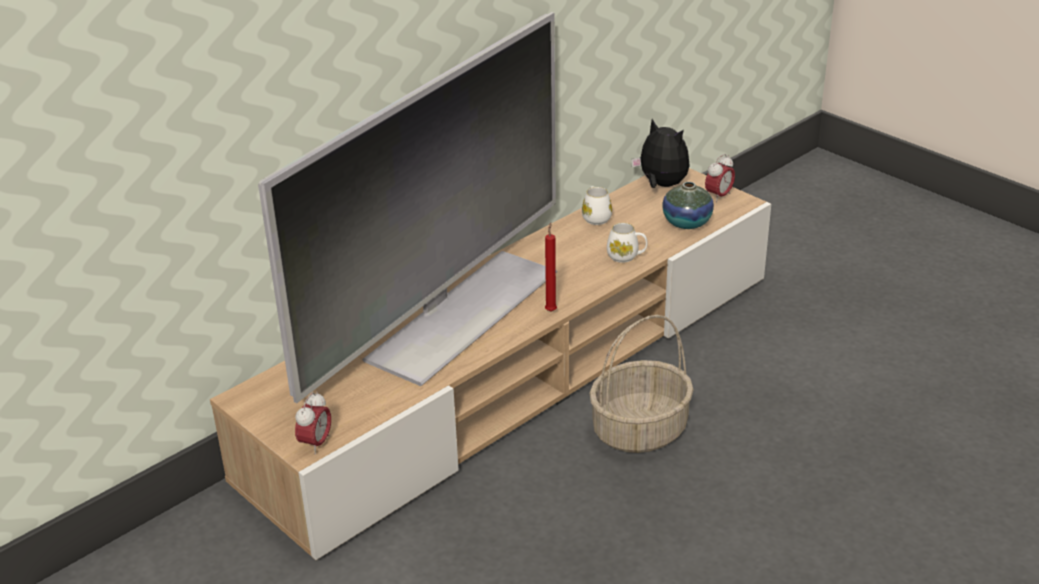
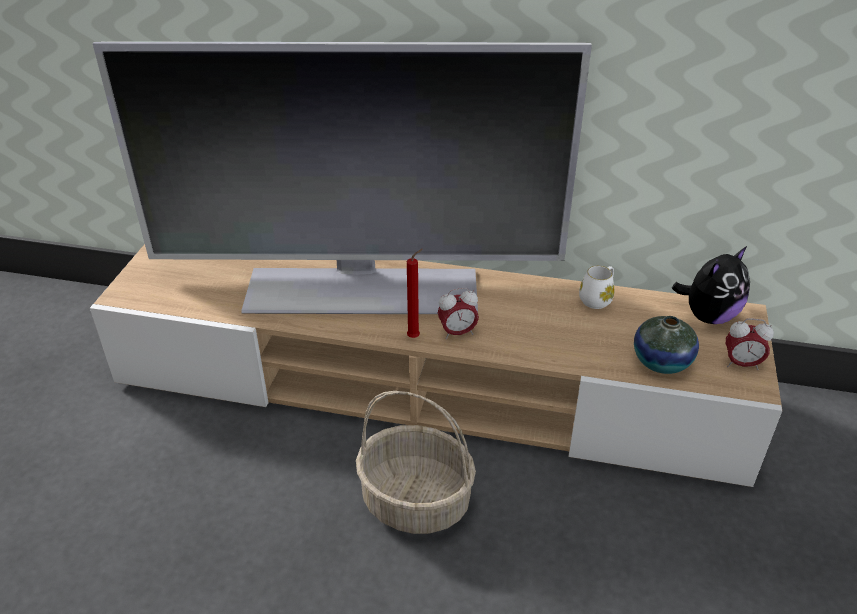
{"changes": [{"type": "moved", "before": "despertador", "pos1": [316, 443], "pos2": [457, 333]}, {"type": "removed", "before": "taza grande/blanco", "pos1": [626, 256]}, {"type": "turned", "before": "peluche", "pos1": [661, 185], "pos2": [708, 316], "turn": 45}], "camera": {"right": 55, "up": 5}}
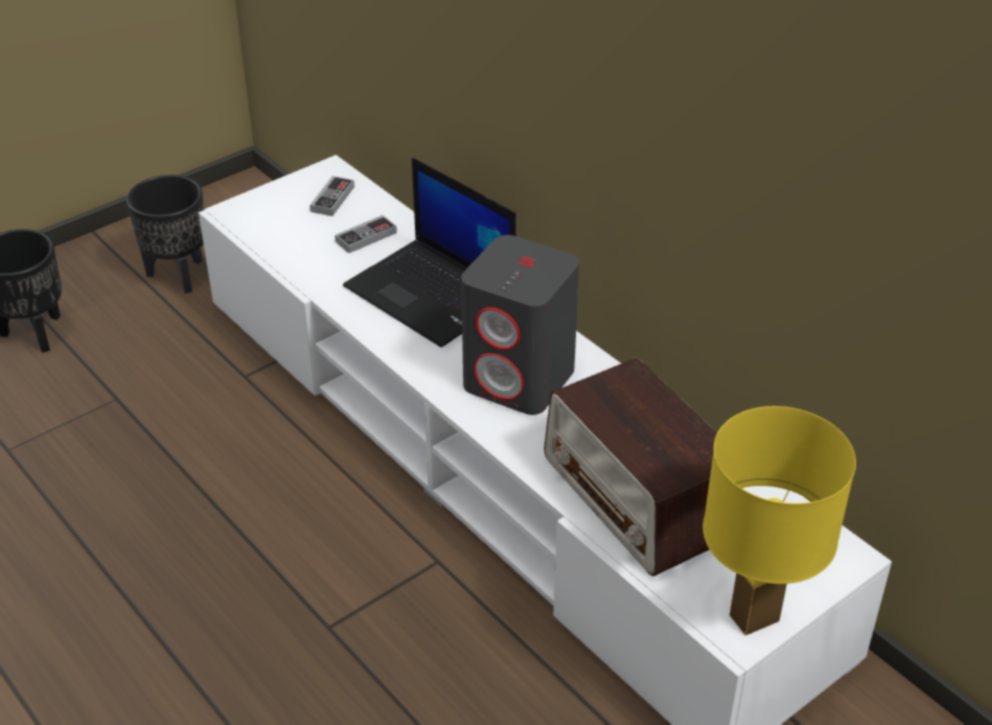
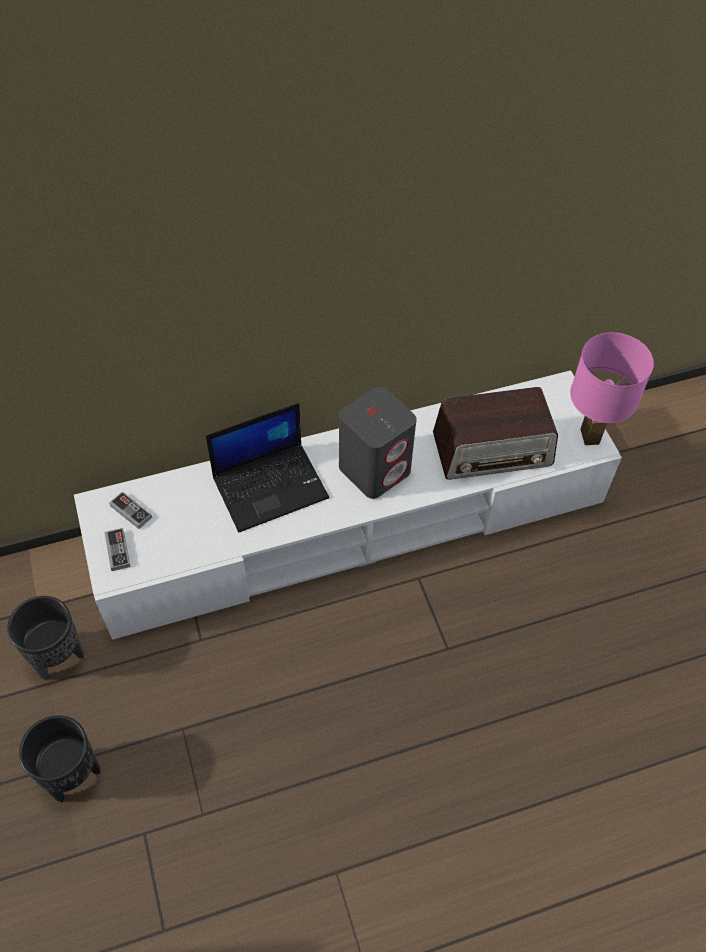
{"changes": [{"type": "moved", "before": "mando de consola", "pos1": [366, 237], "pos2": [117, 550]}, {"type": "recoloured", "before": "lámpara de mesa/amarillo", "after": "lámpara de mesa/rosa", "pos1": [753, 619], "pos2": [590, 437]}], "camera": {"right": -70, "up": 15}}
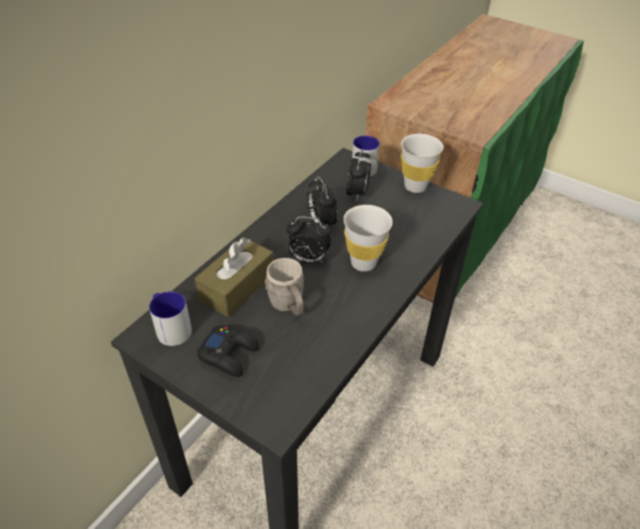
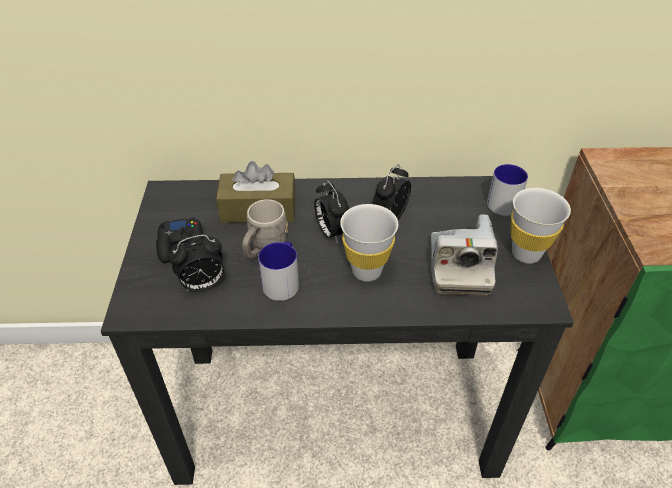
{"changes": [{"type": "moved", "before": "taza grande", "pos1": [170, 328], "pos2": [283, 281]}, {"type": "moved", "before": "despertador", "pos1": [357, 194], "pos2": [203, 285]}, {"type": "added", "after": "cámara", "pos2": [459, 268]}], "camera": {"right": 55, "up": 0}}
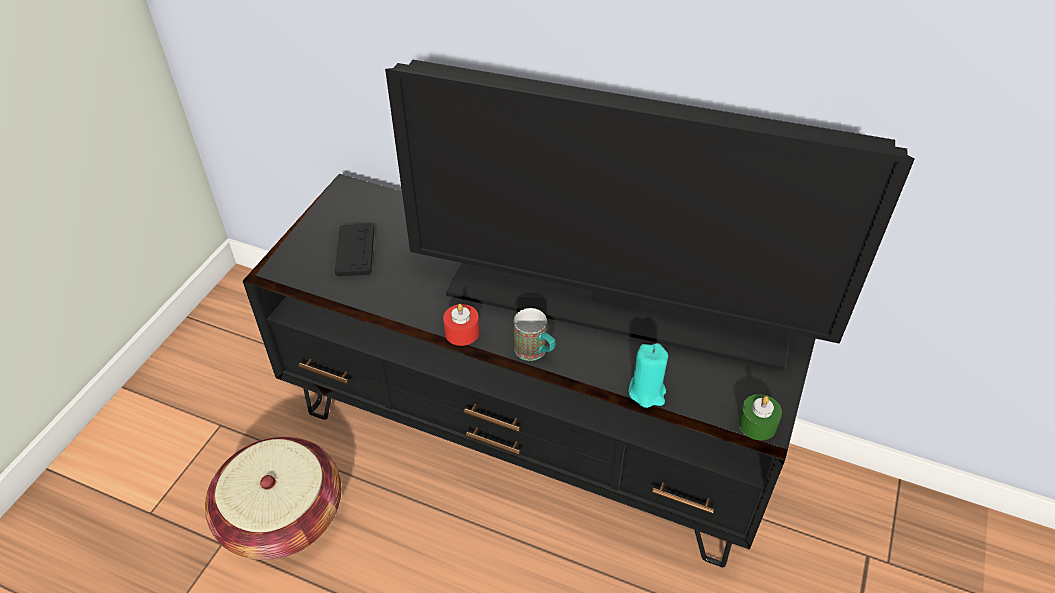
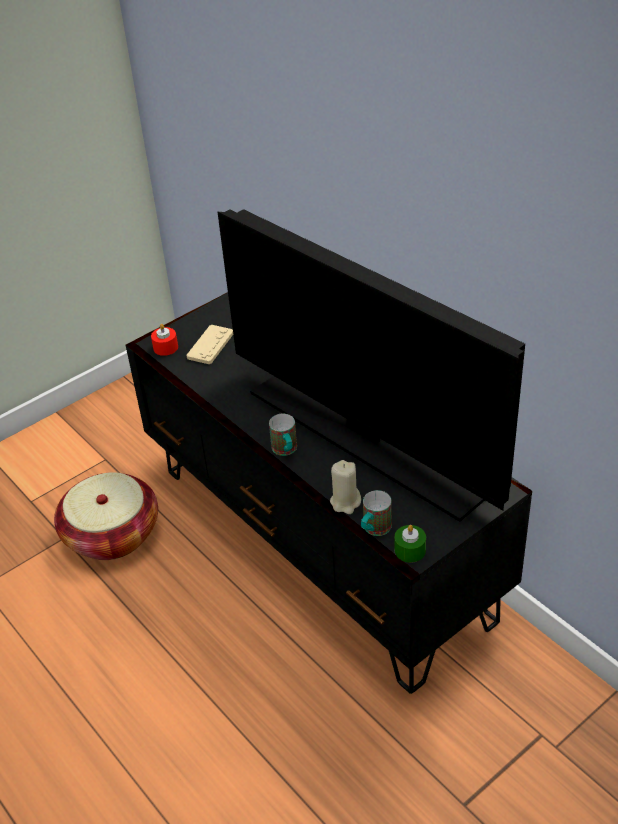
{"changes": [{"type": "recoloured", "before": "mando de consola/negro", "after": "mando de consola/beis", "pos1": [355, 251], "pos2": [210, 345]}, {"type": "moved", "before": "vela/rojo", "pos1": [462, 332], "pos2": [165, 347]}, {"type": "recoloured", "before": "vela/turquesa", "after": "vela/beis", "pos1": [647, 392], "pos2": [345, 502]}, {"type": "added", "after": "taza grande", "pos2": [374, 530]}], "camera": {"right": 30, "up": -5}}
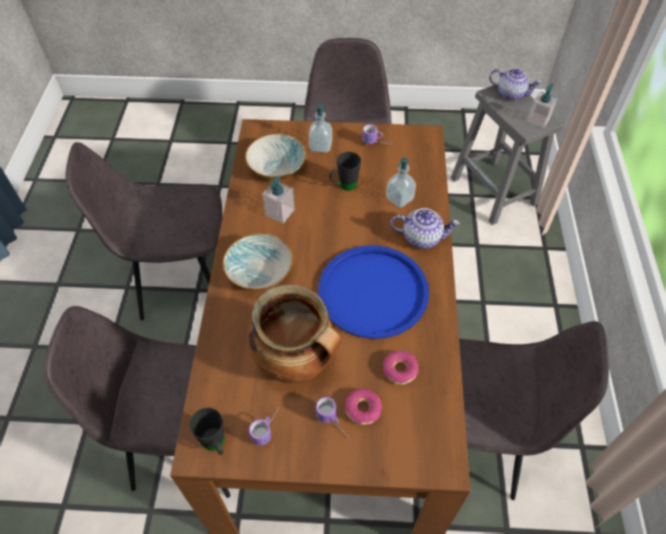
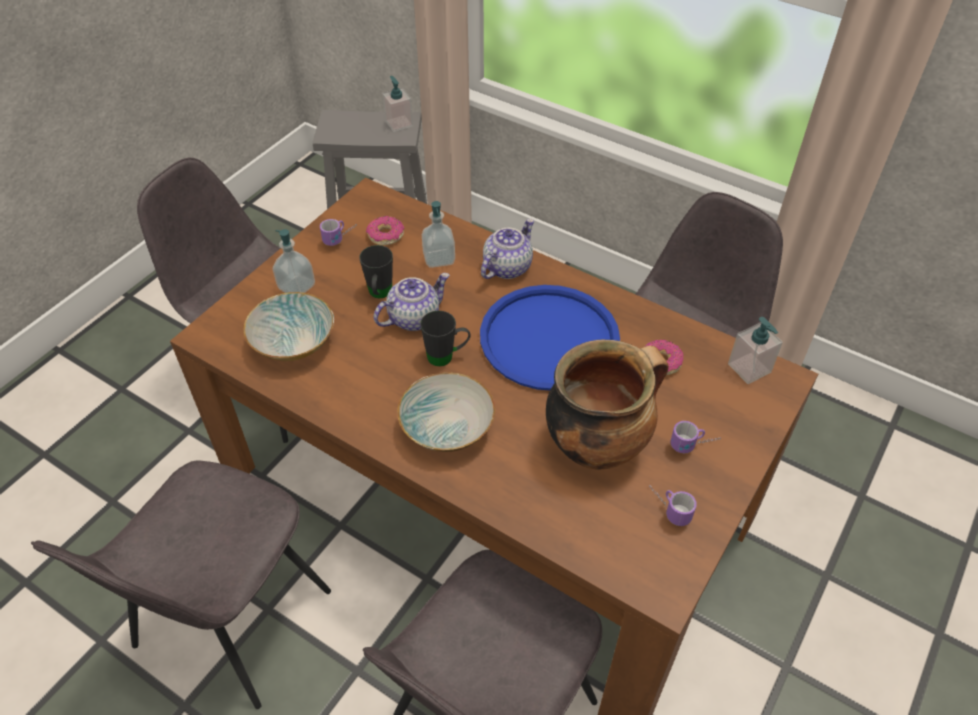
{"changes": [{"type": "moved", "before": "taza grande/negro", "pos1": [216, 445], "pos2": [447, 357]}, {"type": "moved", "before": "dispensador de jabón", "pos1": [279, 213], "pos2": [749, 368]}, {"type": "moved", "before": "rosquilla", "pos1": [363, 409], "pos2": [385, 235]}, {"type": "moved", "before": "tetera", "pos1": [511, 94], "pos2": [414, 317]}], "camera": {"right": -60, "up": -5}}
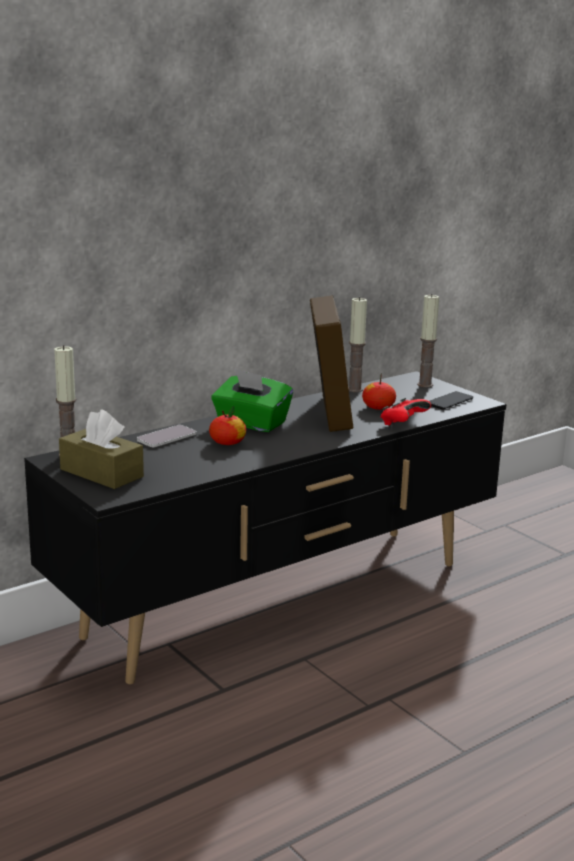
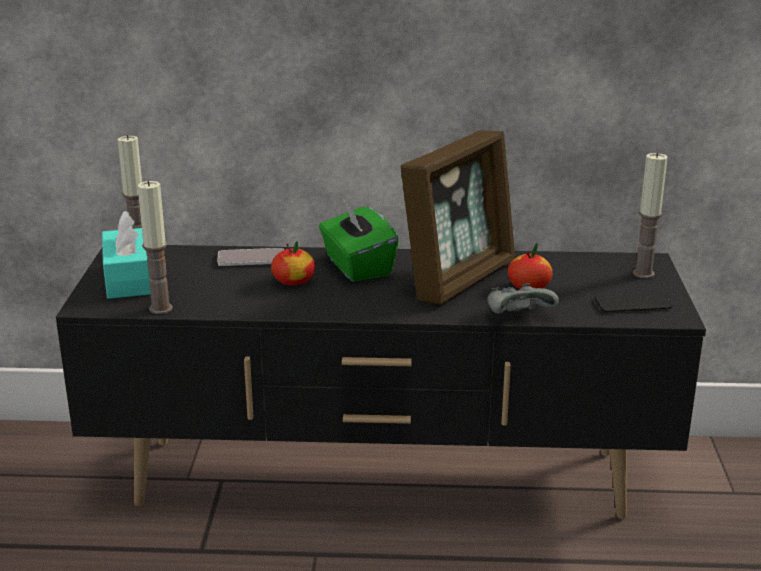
{"changes": [{"type": "recoloured", "before": "caja de pañuelos/marrón", "after": "caja de pañuelos/turquesa", "pos1": [101, 473], "pos2": [129, 279]}, {"type": "moved", "before": "vela", "pos1": [355, 389], "pos2": [161, 308]}, {"type": "recoloured", "before": "mando de consola/rojo", "after": "mando de consola/gris", "pos1": [403, 424], "pos2": [518, 316]}], "camera": {"right": 40, "up": 5}}
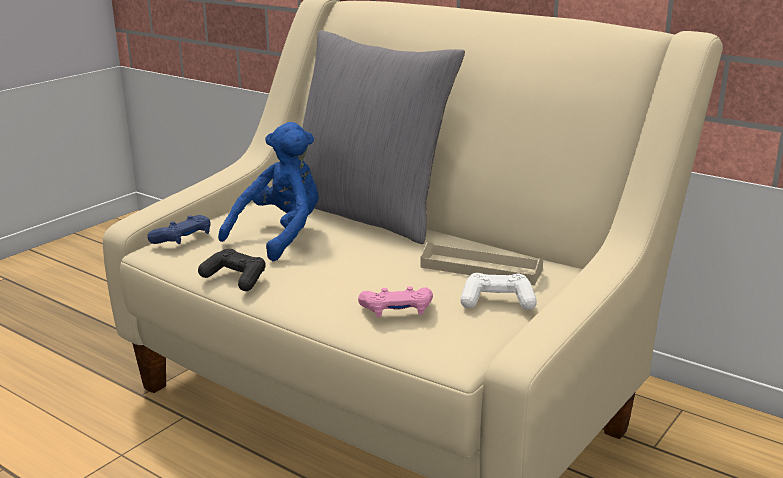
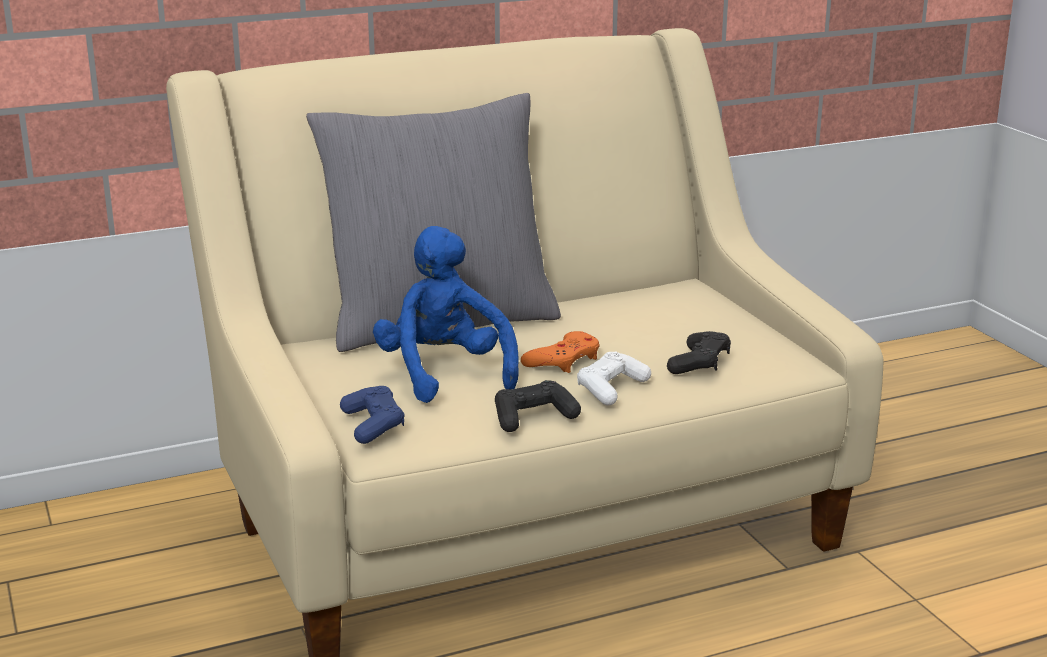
{"changes": [{"type": "recoloured", "before": "mando de consola/rosa", "after": "mando de consola/negro", "pos1": [397, 311], "pos2": [699, 364]}, {"type": "removed", "before": "bandeja/beis", "pos1": [481, 268]}, {"type": "moved", "before": "mando de consola/blanco", "pos1": [497, 302], "pos2": [611, 388]}, {"type": "added", "after": "mando de consola/naranja", "pos2": [564, 360]}], "camera": {"right": -60, "up": 0}}
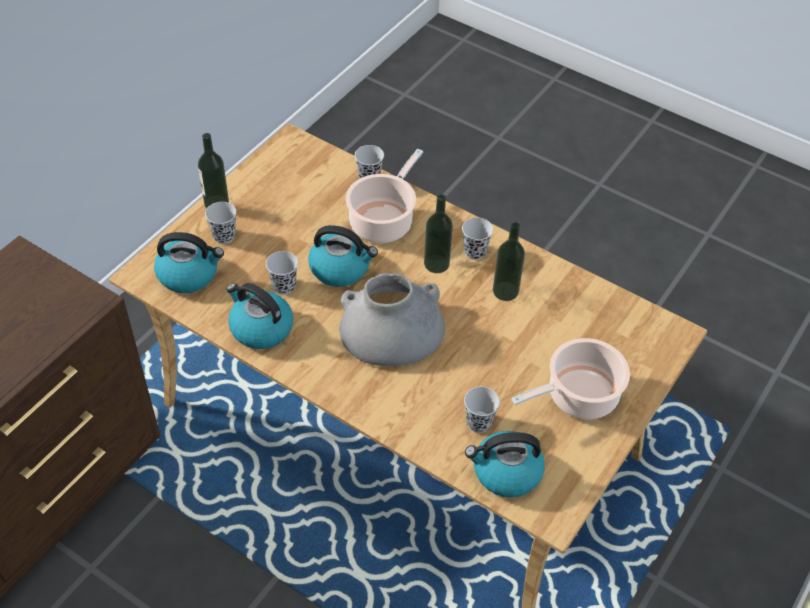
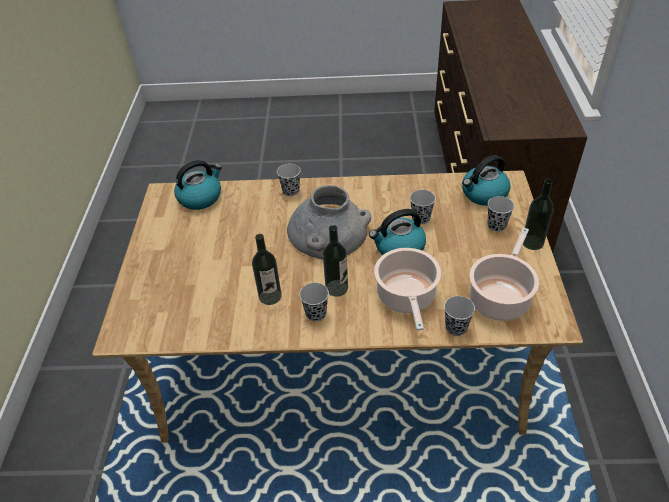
{"changes": [{"type": "removed", "before": "hervidor", "pos1": [260, 328]}, {"type": "moved", "before": "taza/negro", "pos1": [478, 423], "pos2": [291, 191]}, {"type": "moved", "before": "olla", "pos1": [578, 396], "pos2": [500, 297]}], "camera": {"right": 150, "up": -5}}
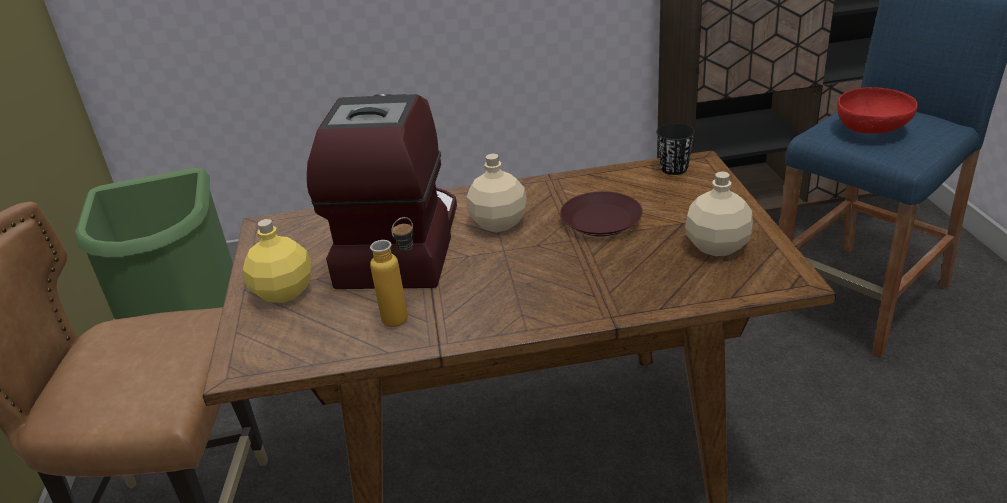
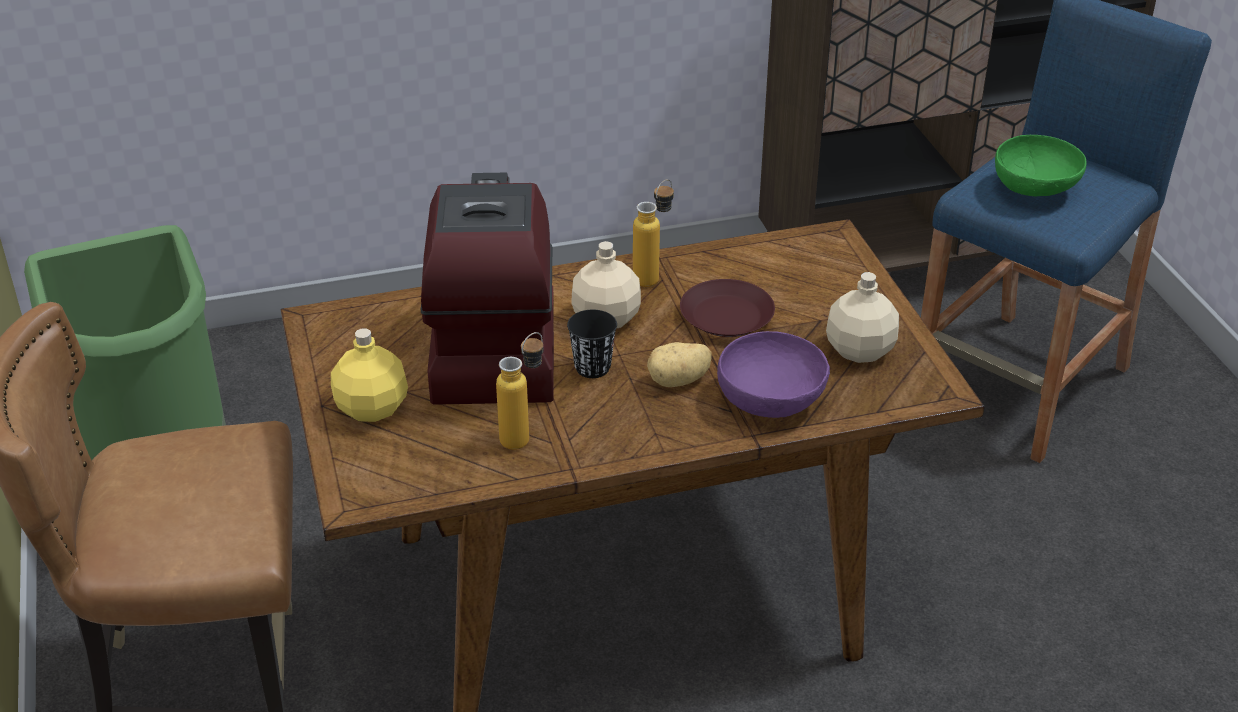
{"changes": [{"type": "moved", "before": "taza/negro", "pos1": [674, 169], "pos2": [592, 368]}, {"type": "recoloured", "before": "cuenco/rojo", "after": "cuenco/verde", "pos1": [872, 130], "pos2": [1035, 189]}, {"type": "added", "after": "botella", "pos2": [653, 276]}, {"type": "added", "after": "patata", "pos2": [679, 381]}, {"type": "added", "after": "cuenco/morado", "pos2": [771, 399]}], "camera": {"right": -10, "up": 5}}
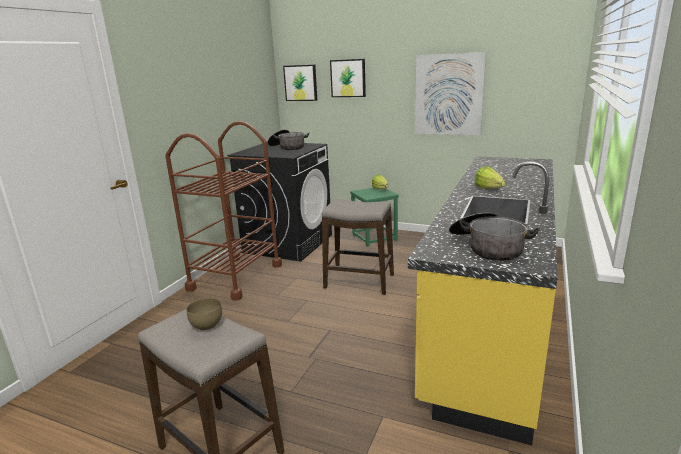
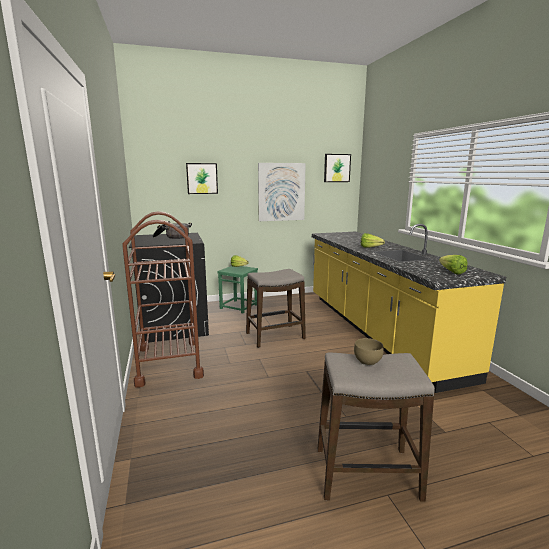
{"changes": [{"type": "moved", "before": "cuadro", "pos1": [301, 83], "pos2": [336, 168]}, {"type": "replaced", "before": "olla", "after": "lechuga", "pos1": [487, 248], "pos2": [450, 271]}], "camera": {"right": -40, "up": -5}}
